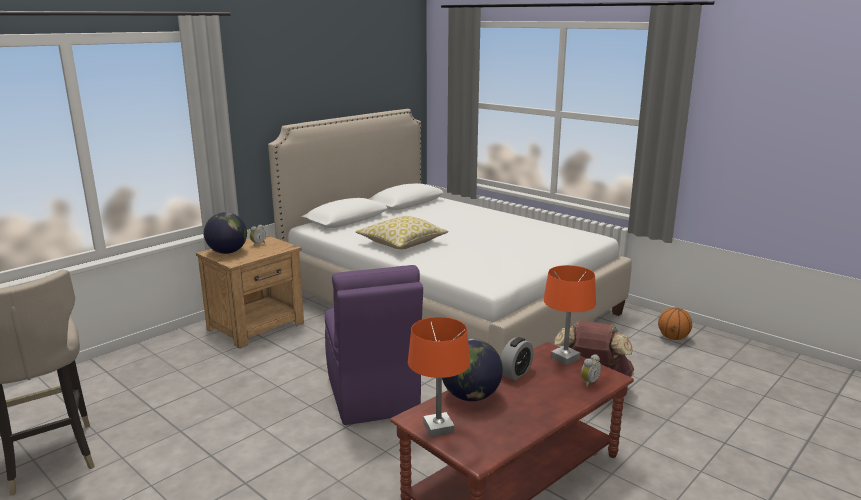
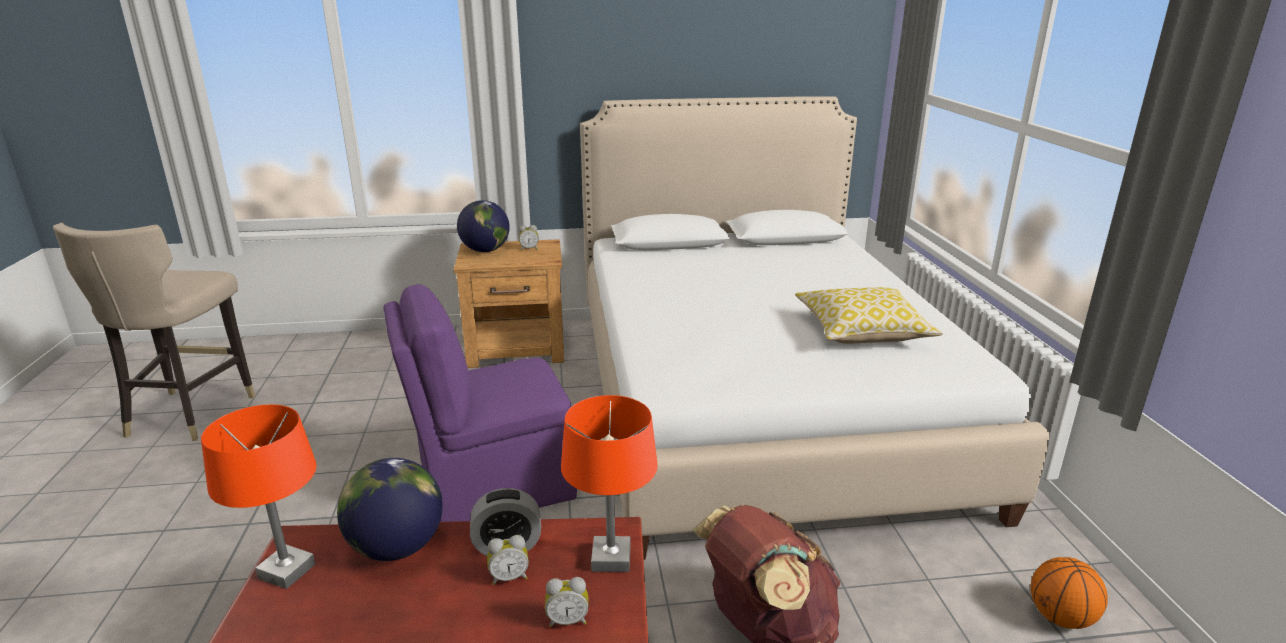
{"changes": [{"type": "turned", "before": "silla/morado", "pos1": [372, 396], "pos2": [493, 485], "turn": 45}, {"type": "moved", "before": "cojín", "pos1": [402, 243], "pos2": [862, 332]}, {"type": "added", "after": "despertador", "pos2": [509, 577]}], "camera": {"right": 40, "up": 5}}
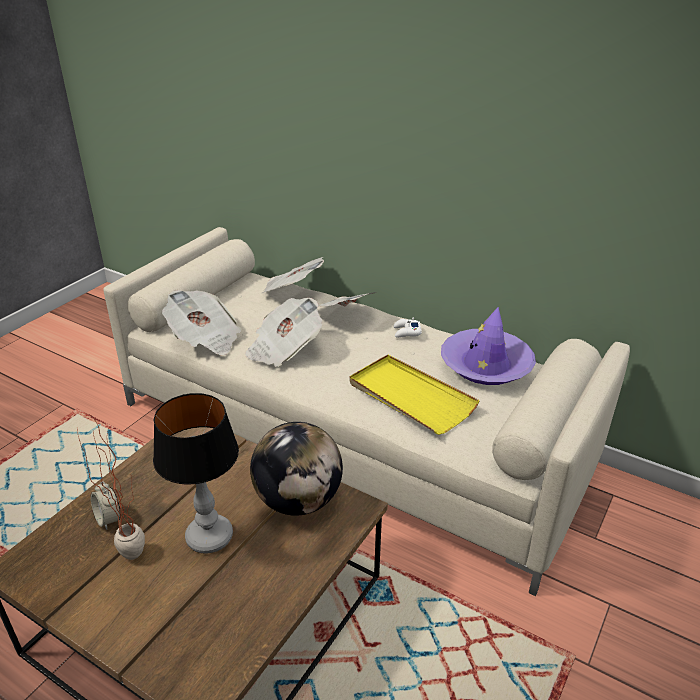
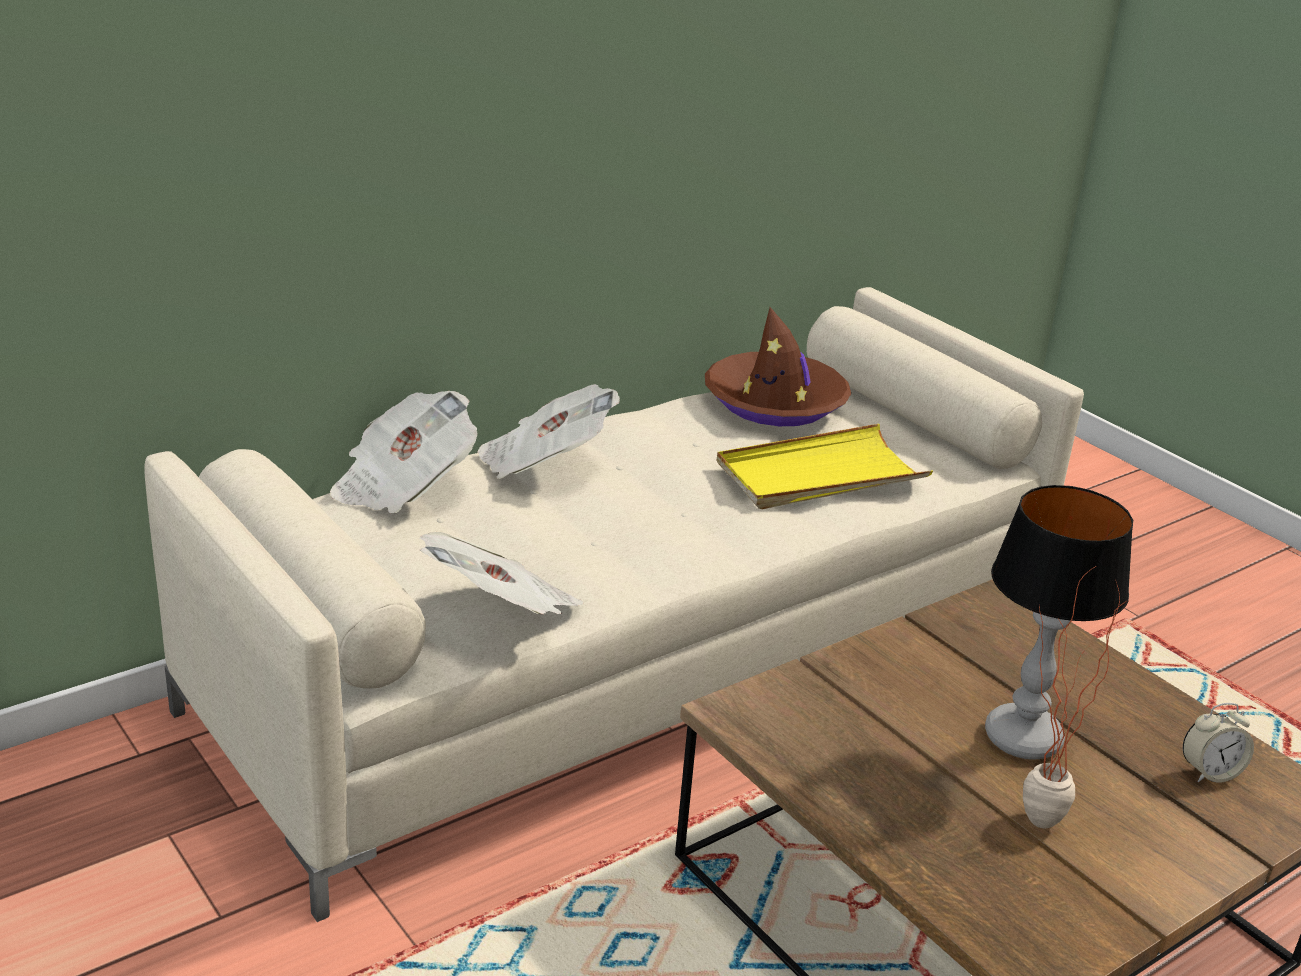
{"changes": [{"type": "moved", "before": "despertador", "pos1": [109, 519], "pos2": [1209, 772]}, {"type": "removed", "before": "periódico", "pos1": [284, 349]}, {"type": "removed", "before": "globo terráqueo", "pos1": [298, 500]}, {"type": "removed", "before": "mando de consola/blanco", "pos1": [406, 332]}, {"type": "recoloured", "before": "sombrero/morado", "after": "sombrero/marrón", "pos1": [486, 365], "pos2": [775, 402]}], "camera": {"right": -70, "up": -5}}
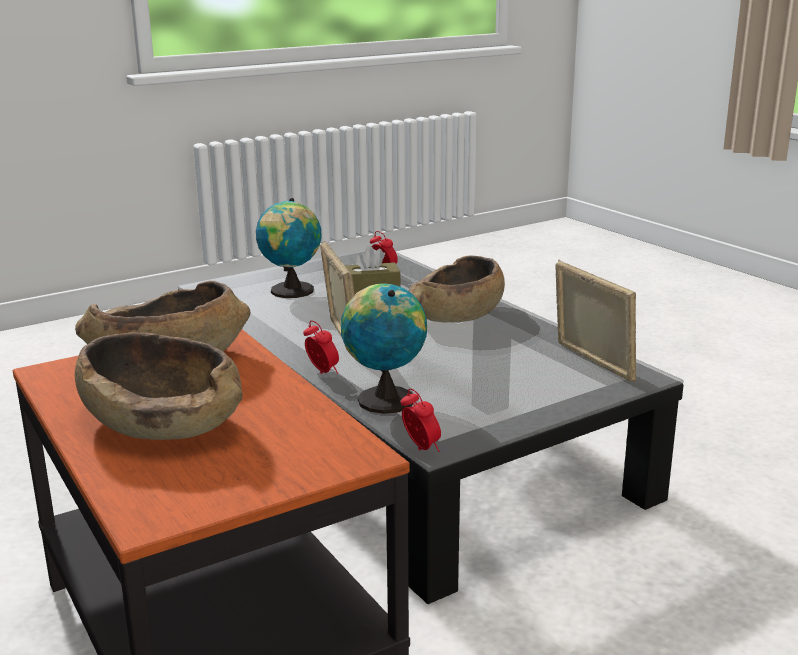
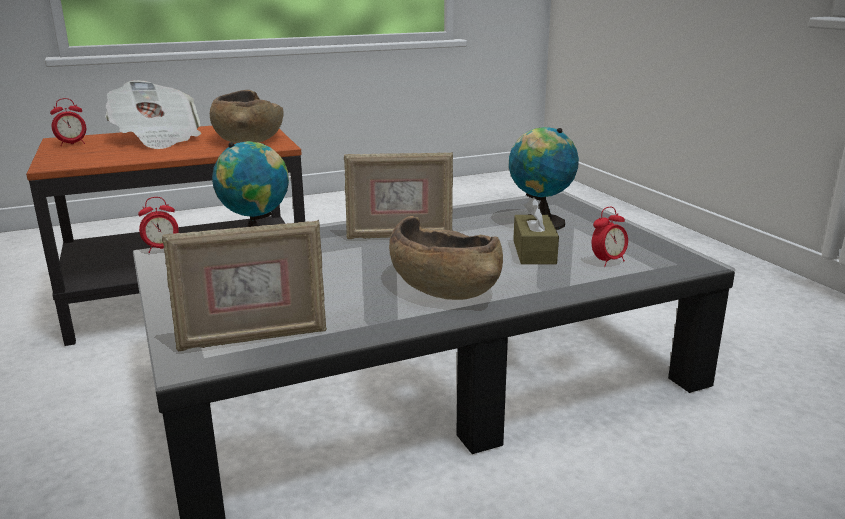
{"changes": [{"type": "replaced", "before": "cuenco/marrón", "after": "periódico", "pos1": [163, 423], "pos2": [157, 139]}, {"type": "moved", "before": "despertador", "pos1": [322, 372], "pos2": [72, 144]}], "camera": {"right": 100, "up": 0}}
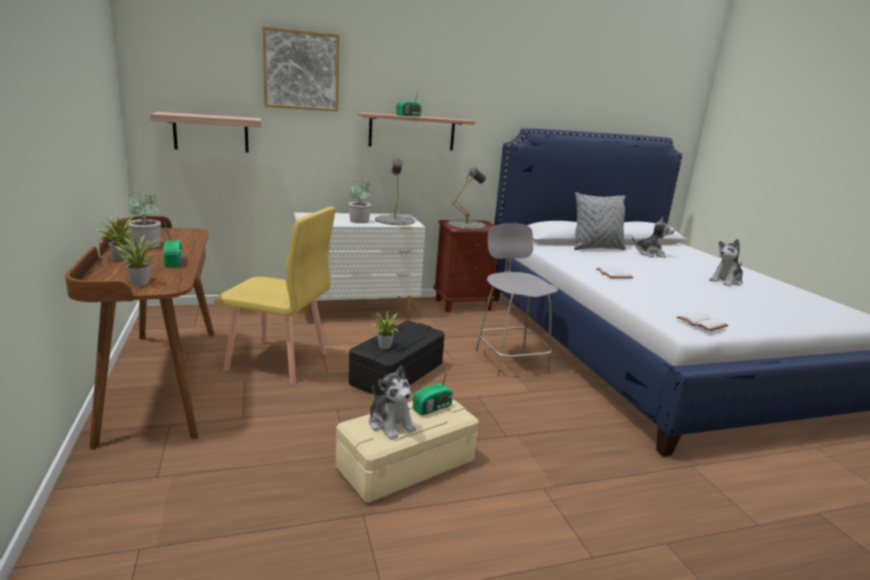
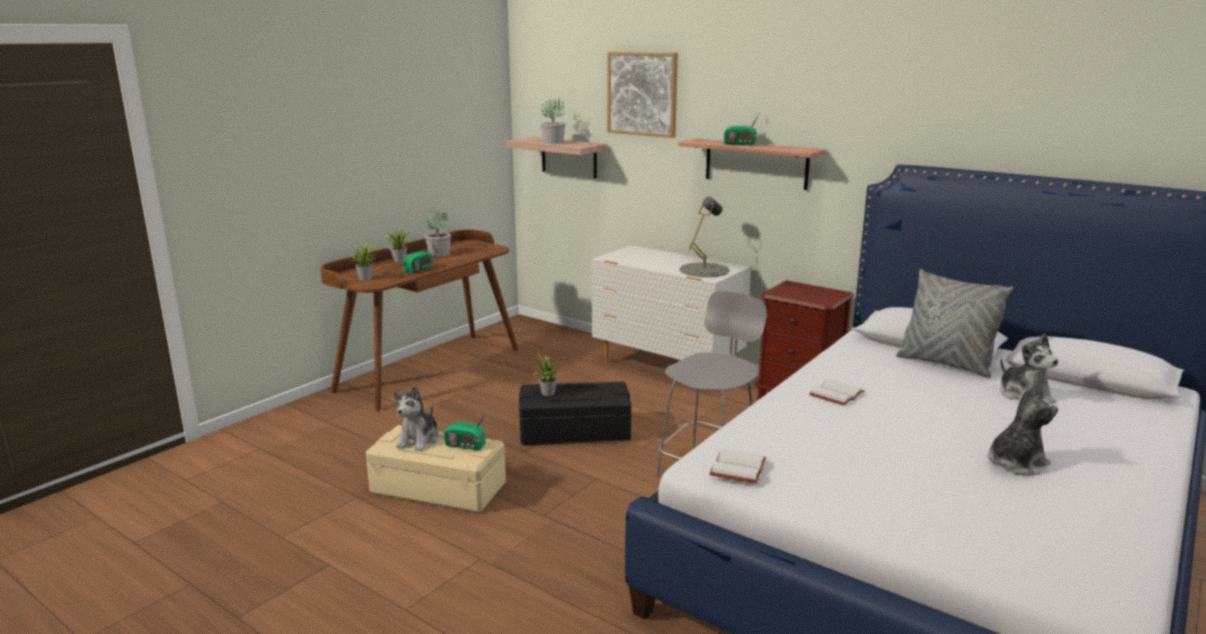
{"changes": [{"type": "removed", "before": "silla/amarillo", "pos1": [277, 361]}, {"type": "moved", "before": "planta en maceta", "pos1": [359, 221], "pos2": [553, 142]}, {"type": "removed", "before": "lámpara de mesa/gris", "pos1": [466, 224]}, {"type": "turned", "before": "peluche", "pos1": [726, 281], "pos2": [1015, 463], "turn": 135}], "camera": {"right": 55, "up": 0}}
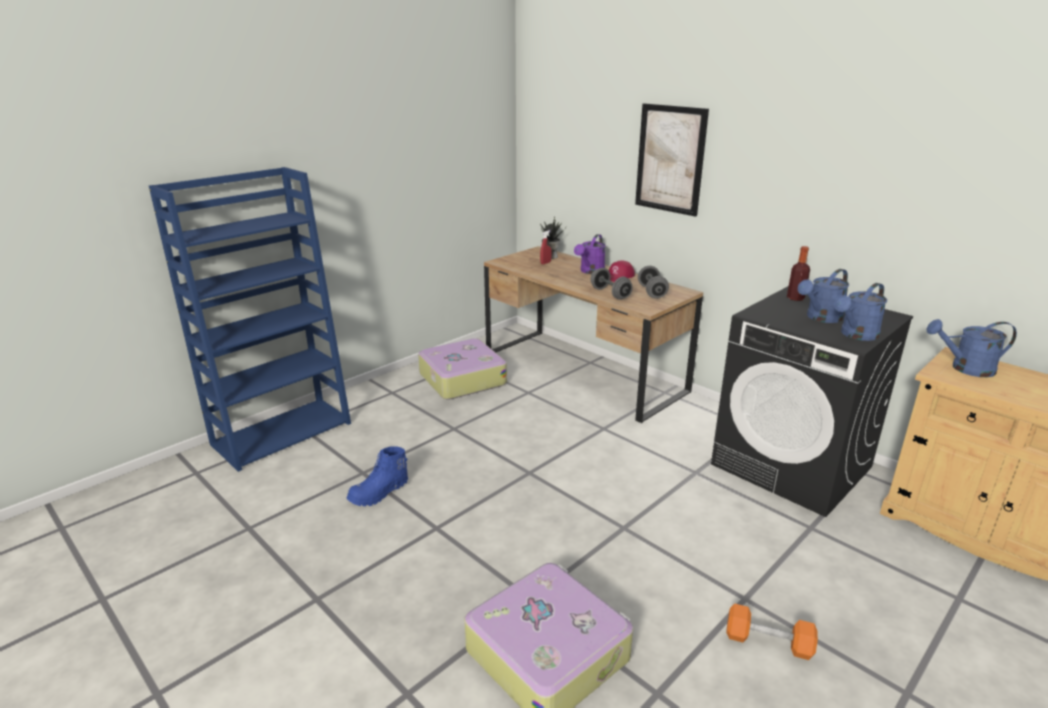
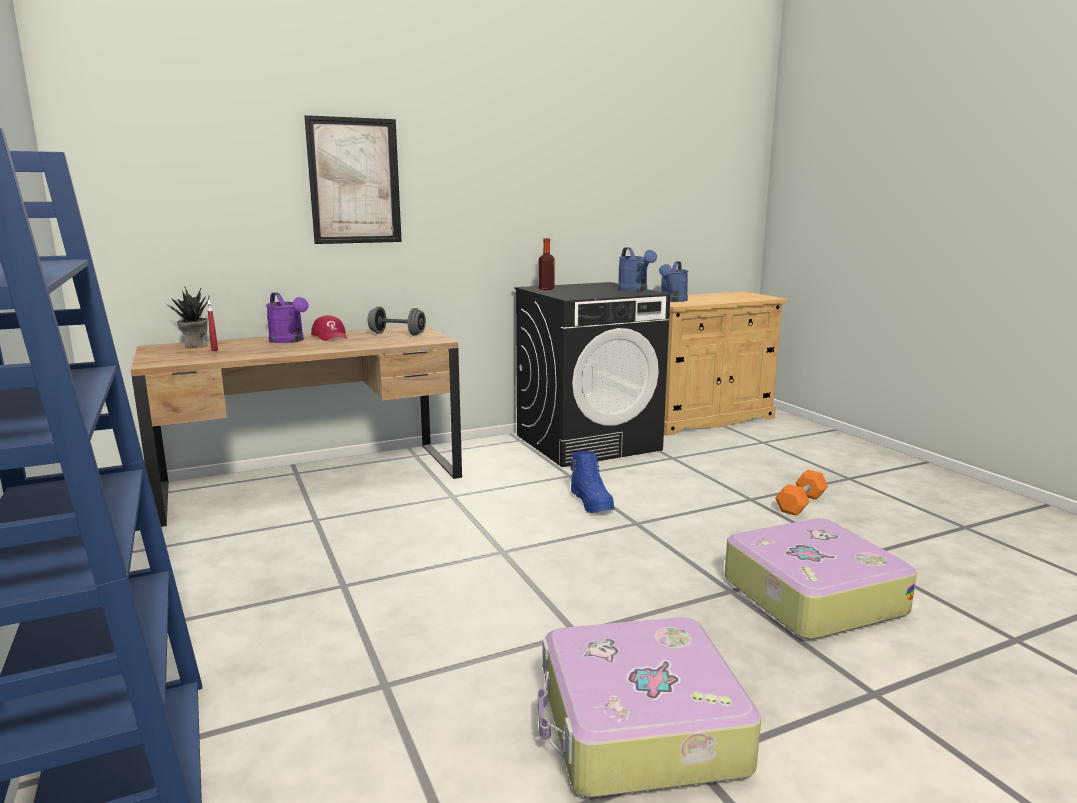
{"changes": [{"type": "moved", "before": "bota/azul", "pos1": [379, 493], "pos2": [592, 503]}, {"type": "moved", "before": "maleta", "pos1": [461, 379], "pos2": [639, 728]}, {"type": "removed", "before": "mancuerna/gris", "pos1": [610, 294]}, {"type": "removed", "before": "regadera/azul", "pos1": [820, 318]}], "camera": {"right": -70, "up": -10}}
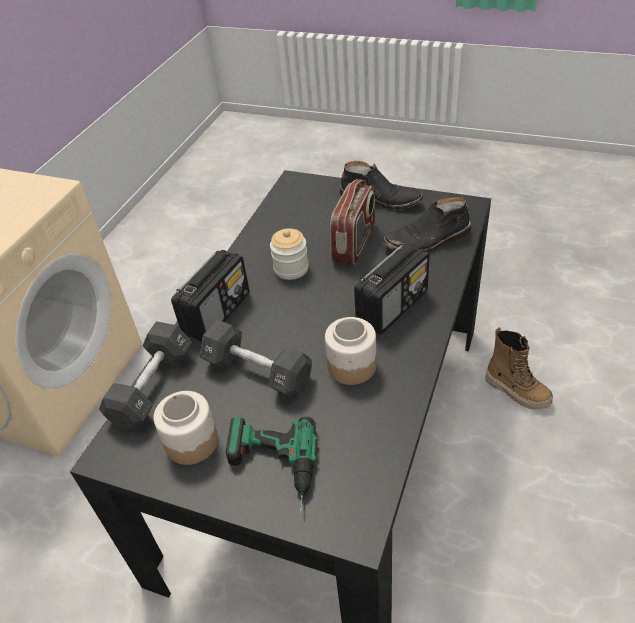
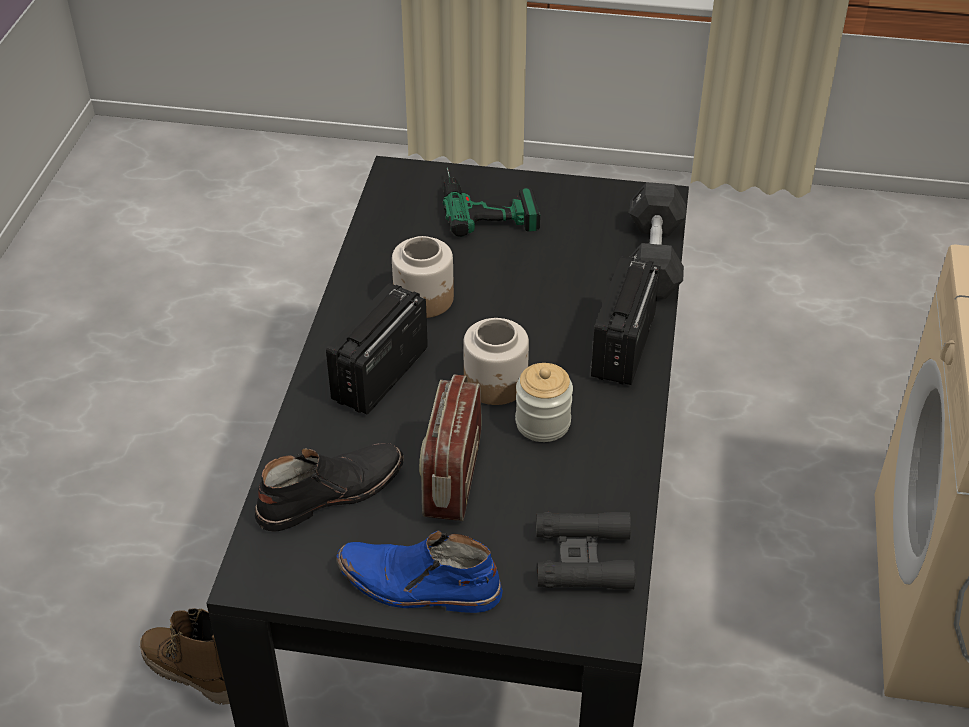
{"changes": [{"type": "moved", "before": "tarro", "pos1": [191, 442], "pos2": [496, 383]}, {"type": "removed", "before": "mancuerna/negro", "pos1": [257, 372]}, {"type": "recoloured", "before": "bota/negro", "after": "bota/azul", "pos1": [381, 199], "pos2": [418, 586]}, {"type": "added", "after": "prismáticos/negro", "pos2": [583, 558]}], "camera": {"right": 165, "up": 0}}
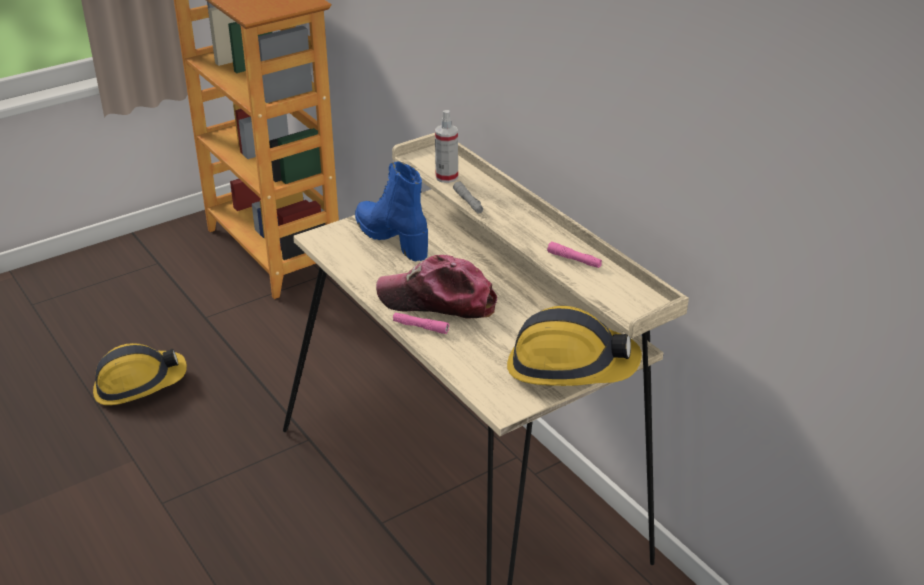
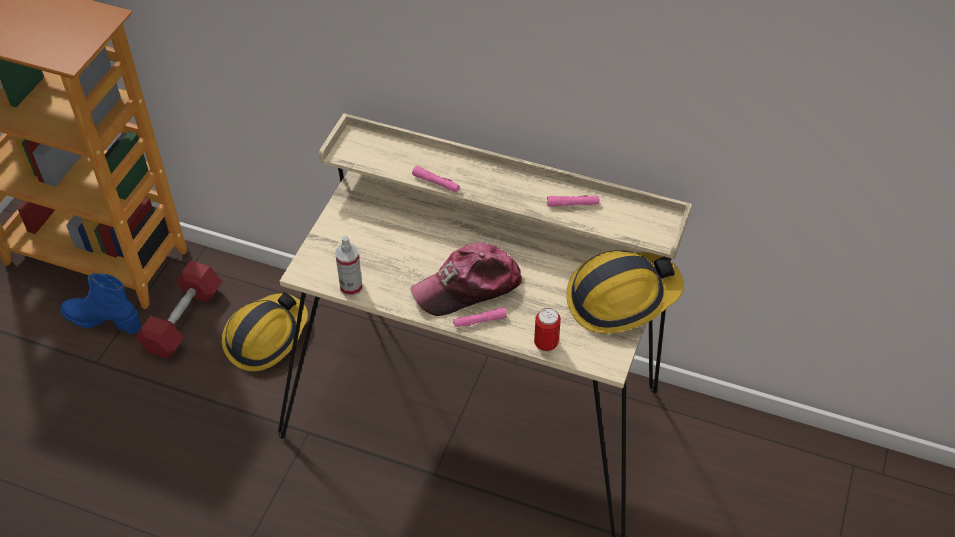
{"changes": [{"type": "moved", "before": "casco", "pos1": [139, 384], "pos2": [266, 337]}, {"type": "moved", "before": "bota/azul", "pos1": [392, 238], "pos2": [103, 320]}, {"type": "moved", "before": "pulverizador", "pos1": [446, 177], "pos2": [351, 287]}, {"type": "recoloured", "before": "linterna/gris", "after": "linterna/rosa", "pos1": [468, 202], "pos2": [436, 183]}, {"type": "added", "after": "mancuerna/rojo", "pos2": [183, 320]}, {"type": "added", "after": "lata", "pos2": [546, 344]}], "camera": {"right": -35, "up": 15}}
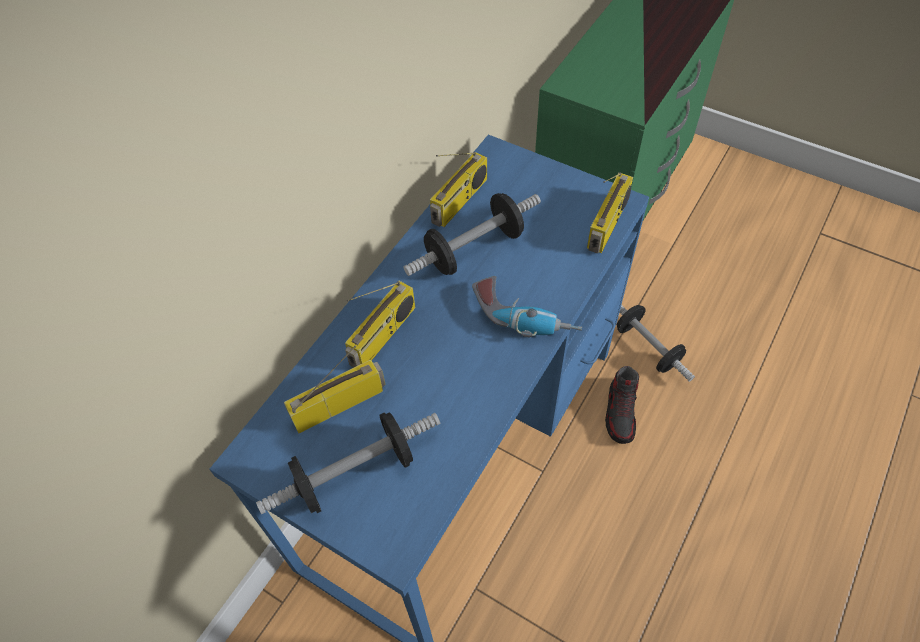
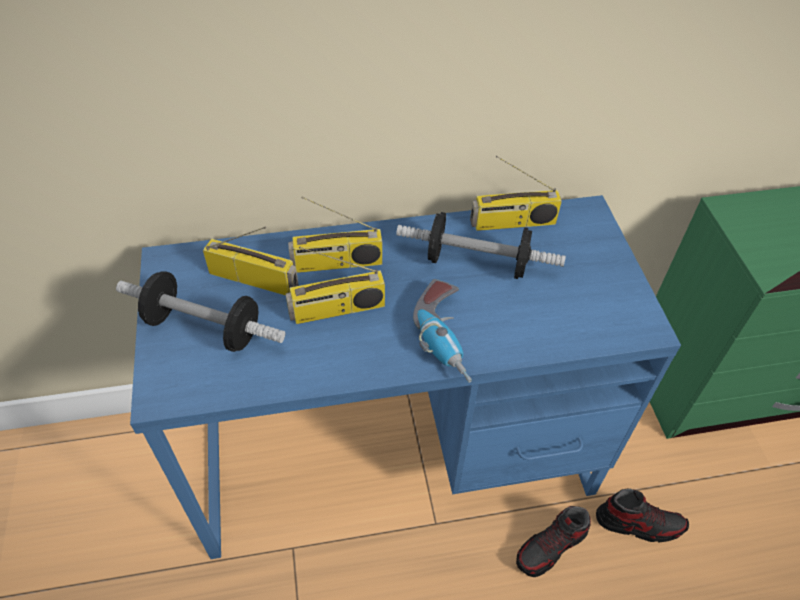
{"changes": [{"type": "moved", "before": "radio", "pos1": [608, 225], "pos2": [337, 310]}, {"type": "replaced", "before": "mancuerna", "after": "zapato", "pos1": [647, 347], "pos2": [638, 523]}], "camera": {"right": 45, "up": -5}}
